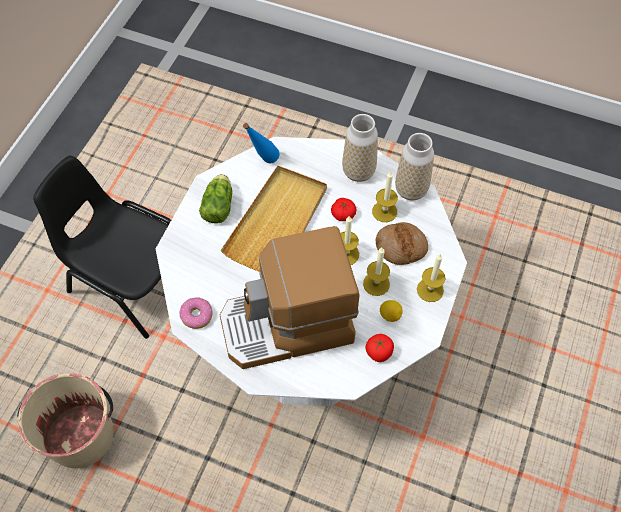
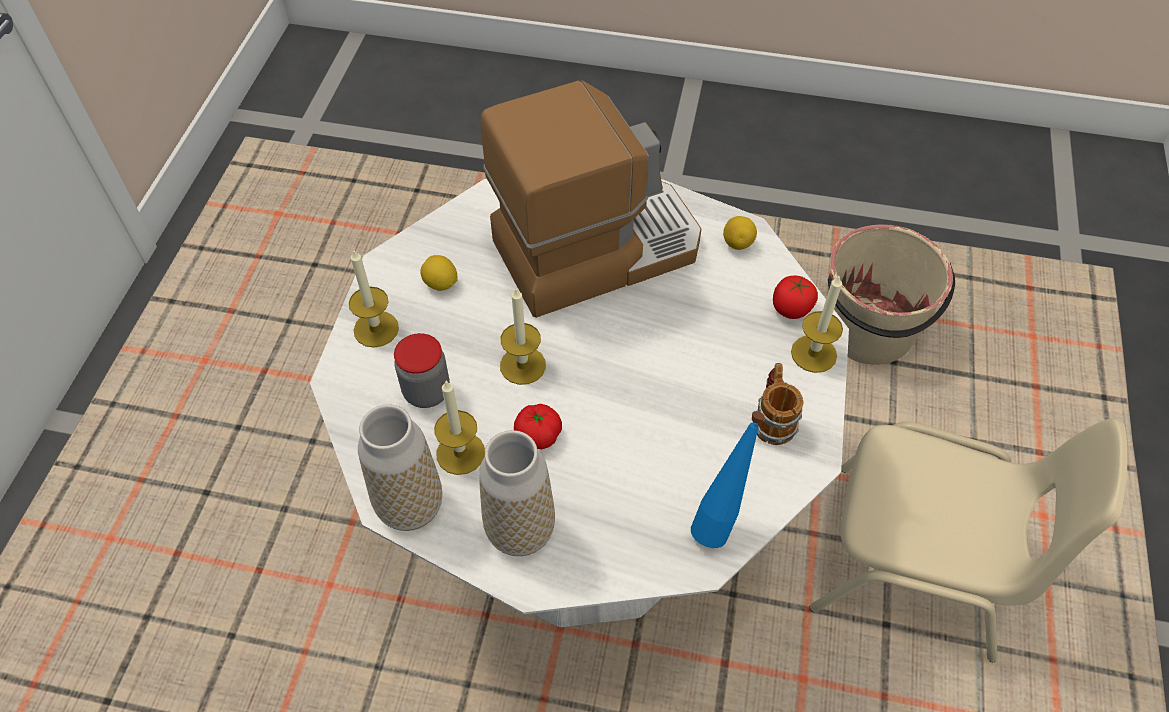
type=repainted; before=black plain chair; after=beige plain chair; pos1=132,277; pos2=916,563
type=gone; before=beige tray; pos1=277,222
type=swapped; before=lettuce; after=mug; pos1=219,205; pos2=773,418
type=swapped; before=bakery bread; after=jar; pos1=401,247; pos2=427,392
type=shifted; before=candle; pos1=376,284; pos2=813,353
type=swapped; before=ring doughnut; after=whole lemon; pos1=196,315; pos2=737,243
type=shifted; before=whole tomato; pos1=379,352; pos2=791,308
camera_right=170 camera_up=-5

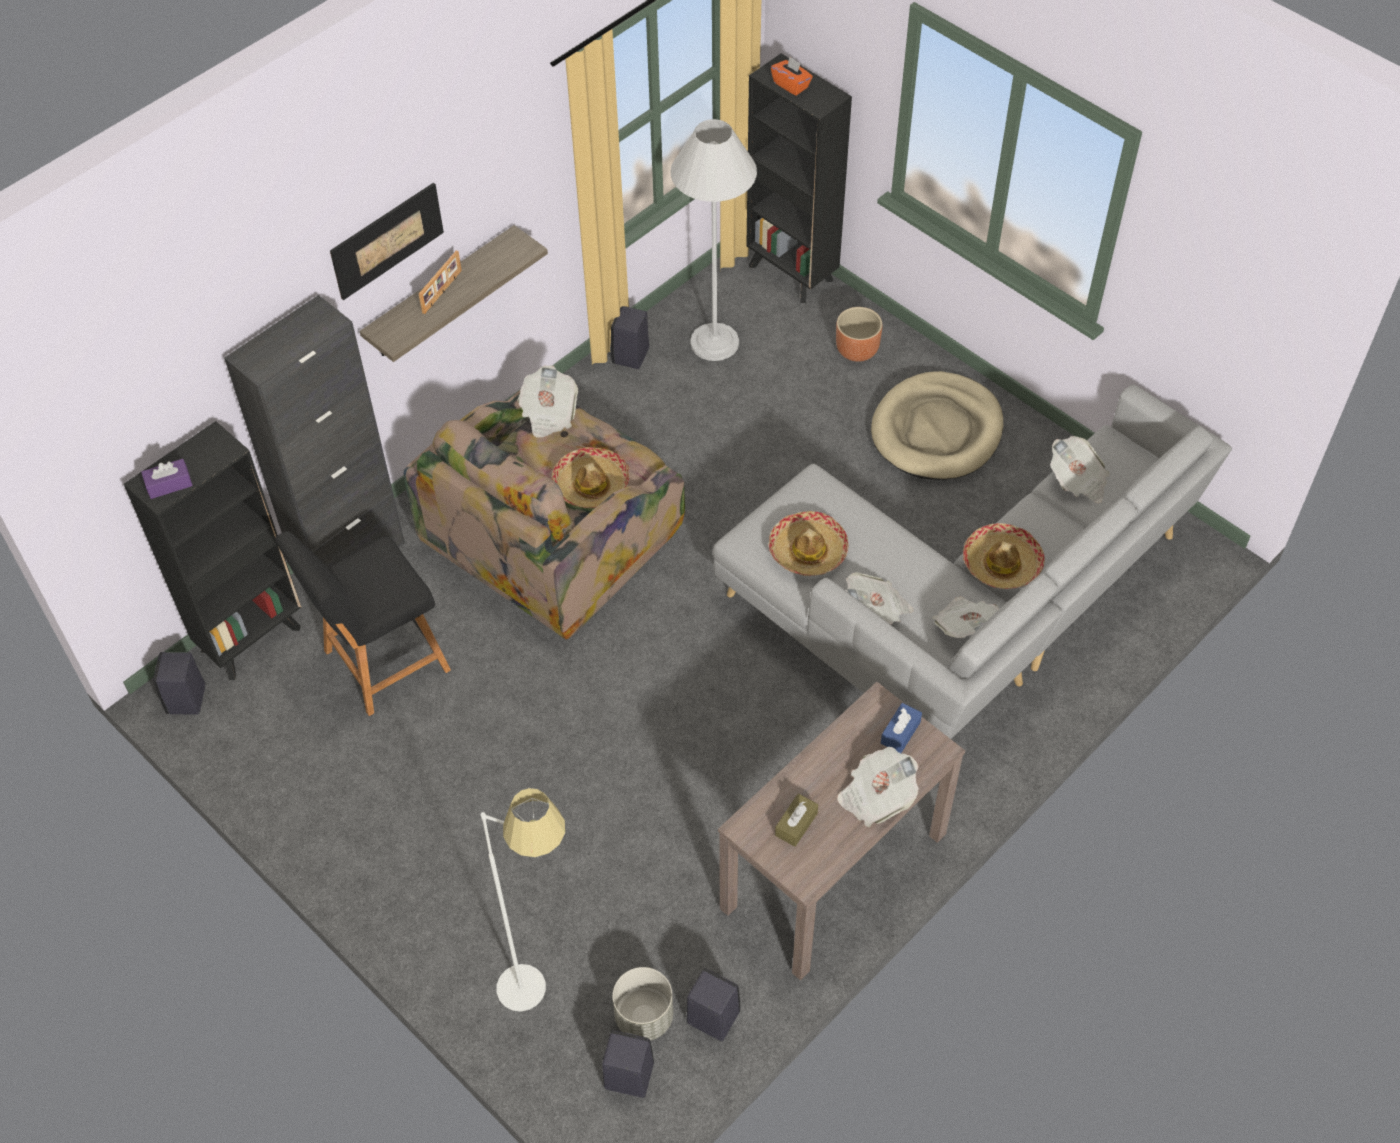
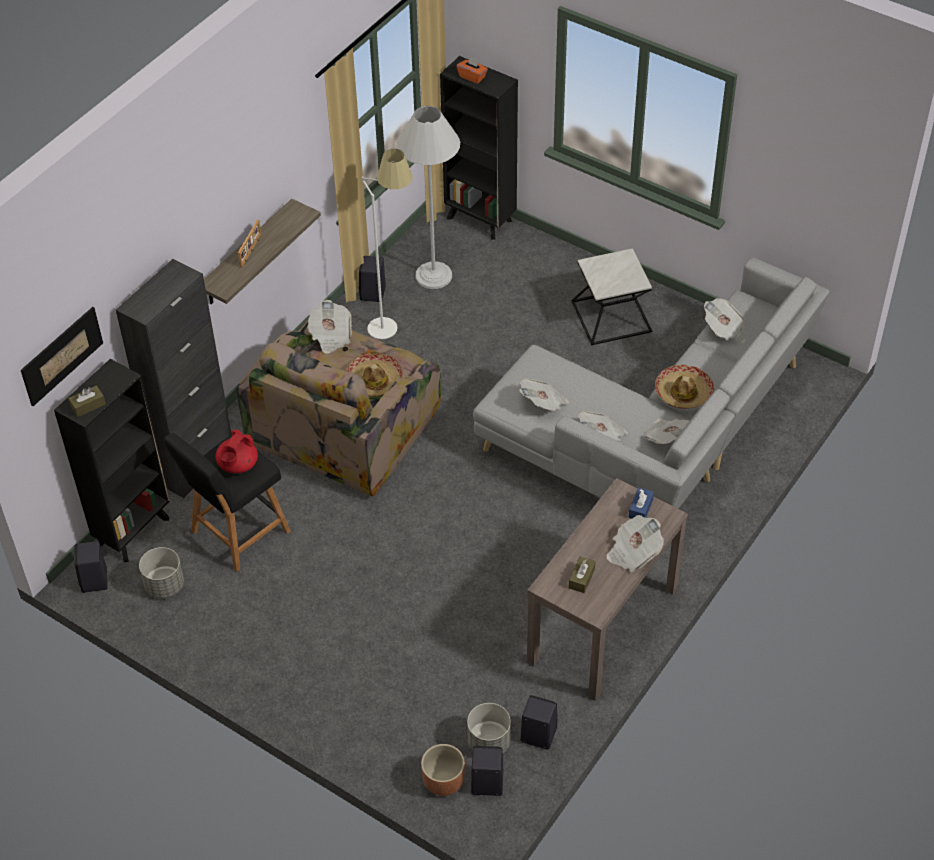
type=shifted; before=picture; pos1=387,240; pos2=62,355
type=shifted; before=brownish plant pot; pos1=857,351; pos2=443,782
type=swapped; before=beige dog bed; after=end table; pos1=937,431; pos2=611,316
type=repainted; before=purple tissue box; after=brownish tissue box; pos1=169,484; pos2=88,405
type=swapped; before=hat; after=daily paper; pos1=808,551; pos2=543,403
type=shifted; before=white-coloured floor lamp; pos1=541,976; pos2=393,321
type=new; after=red tea pot; pos2=237,465
type=new; after=gray plant pot; pos2=164,585
camera_right=-10 camera_up=-5

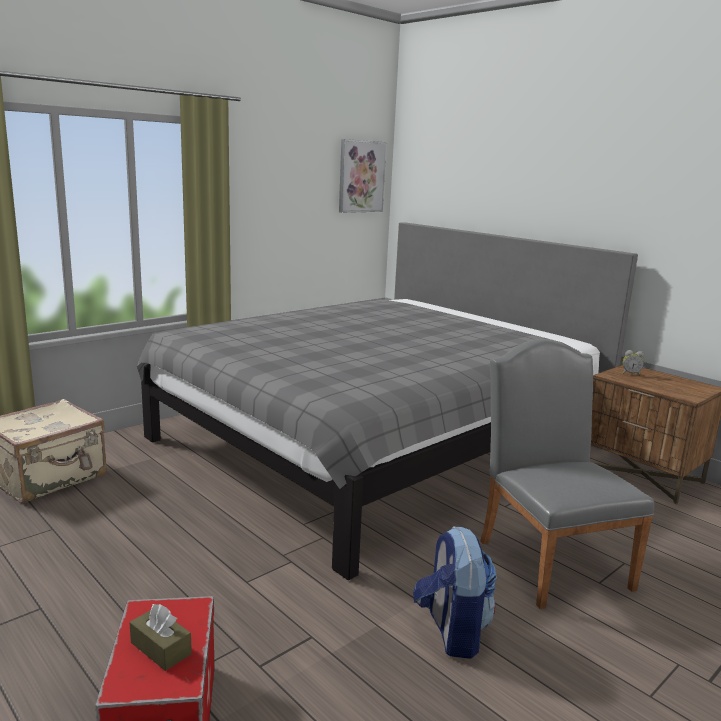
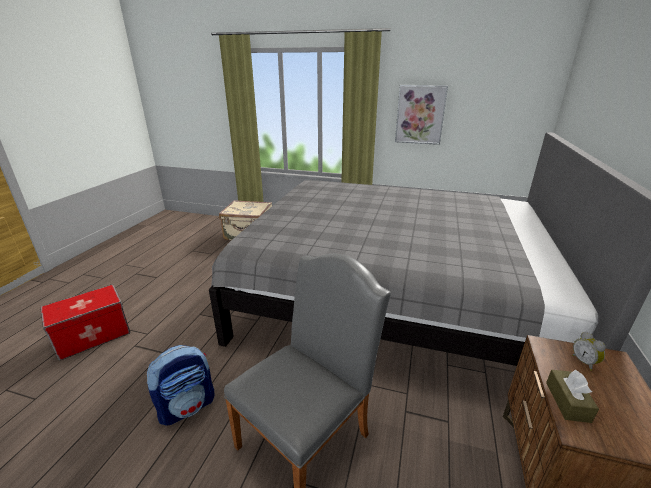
type=shifted; before=picture; pos1=361,176; pos2=420,114
type=shifted; before=brownish tissue box; pos1=161,648; pos2=567,401
camera_right=60 camera_up=10

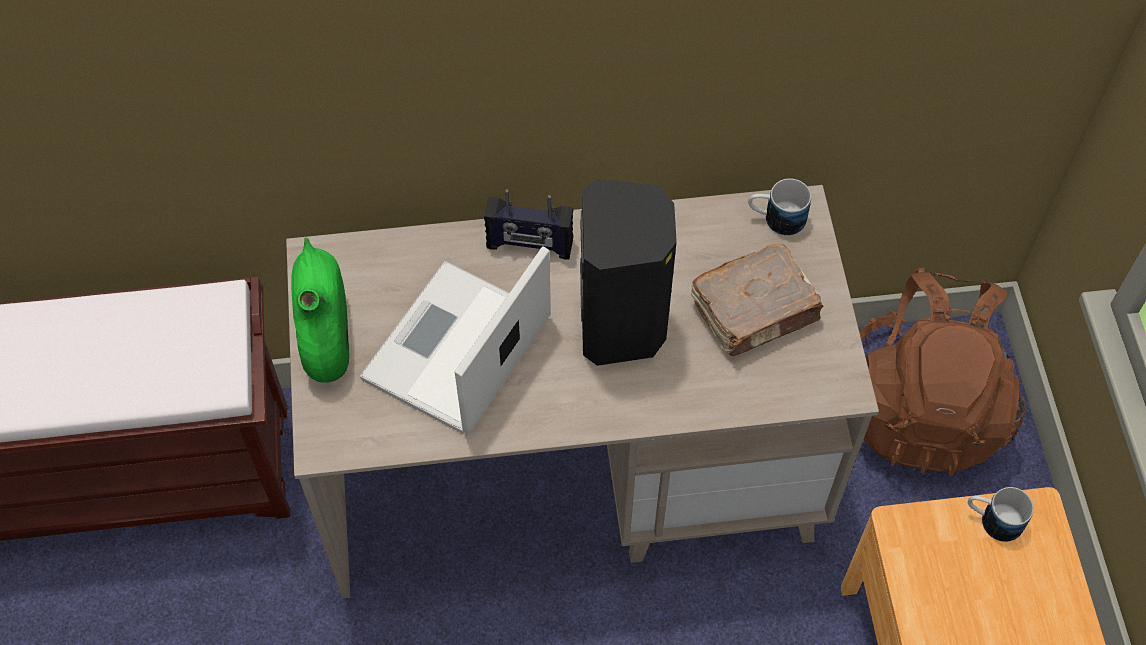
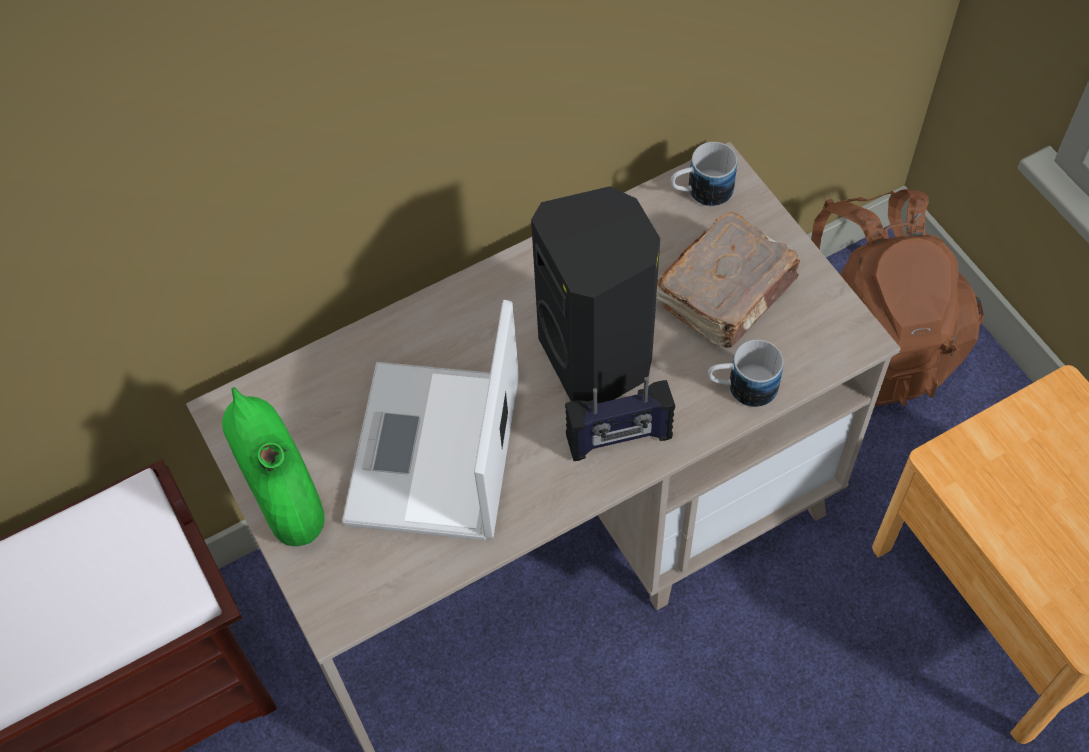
type=shifted; before=radio set; pos1=529,245; pos2=619,439
type=shifted; before=mug; pos1=992,520; pos2=741,387
camera_right=-20 camera_up=0

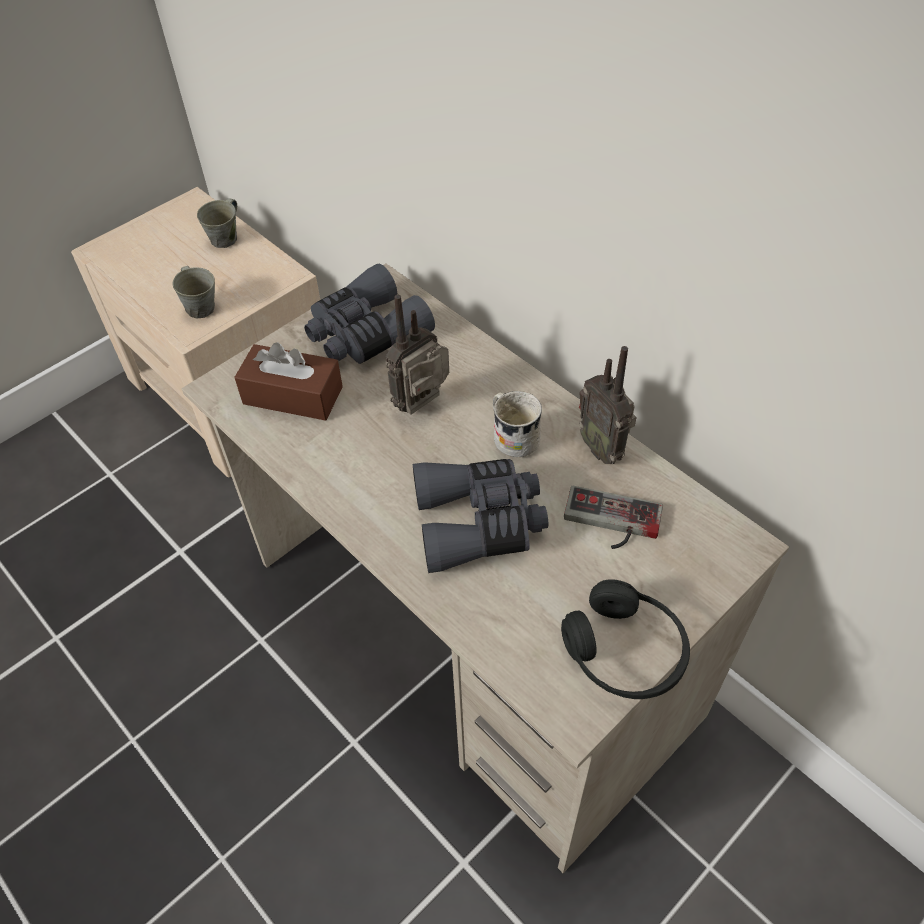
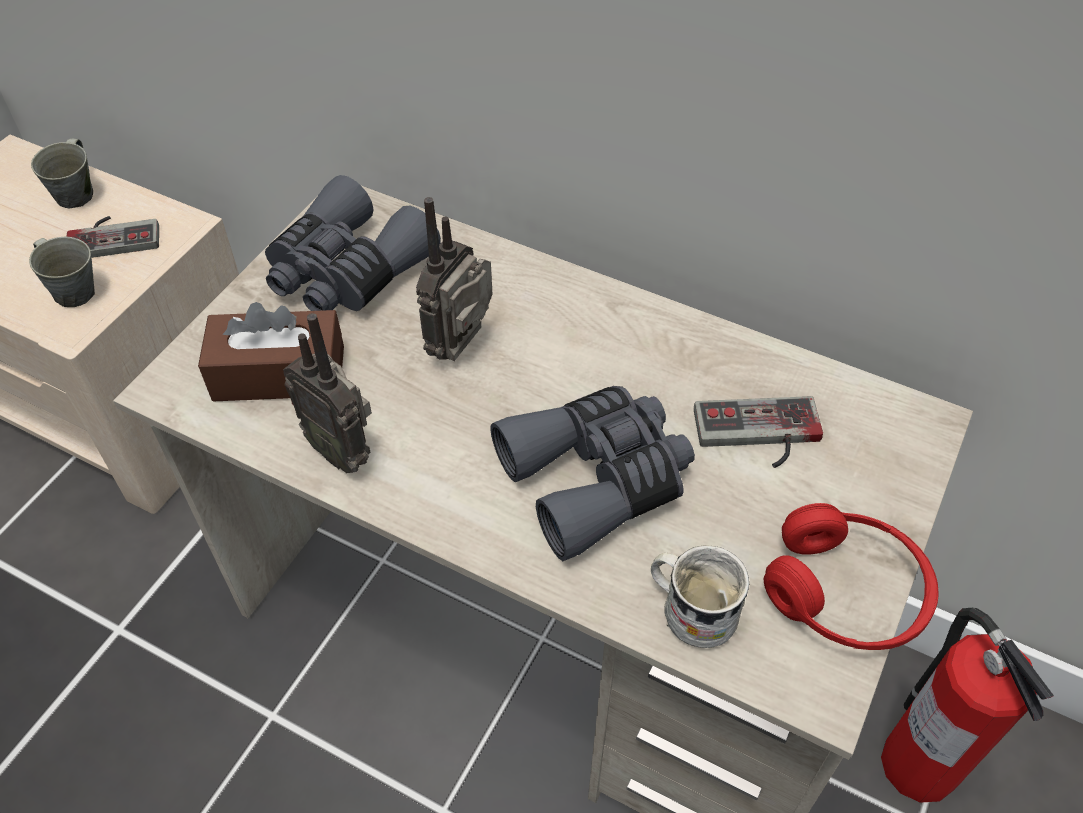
type=shifted; before=radio set; pos1=603,448; pos2=342,450
type=shifted; before=white-coloured mug; pos1=512,436; pos2=690,609
type=repainted; before=black headset; after=red headset; pos1=624,652; pos2=845,593
type=new; after=game controller; pos2=114,235
type=new; after=fire-fighting cylinder; pos2=918,762
camera_right=-20 camera_up=0

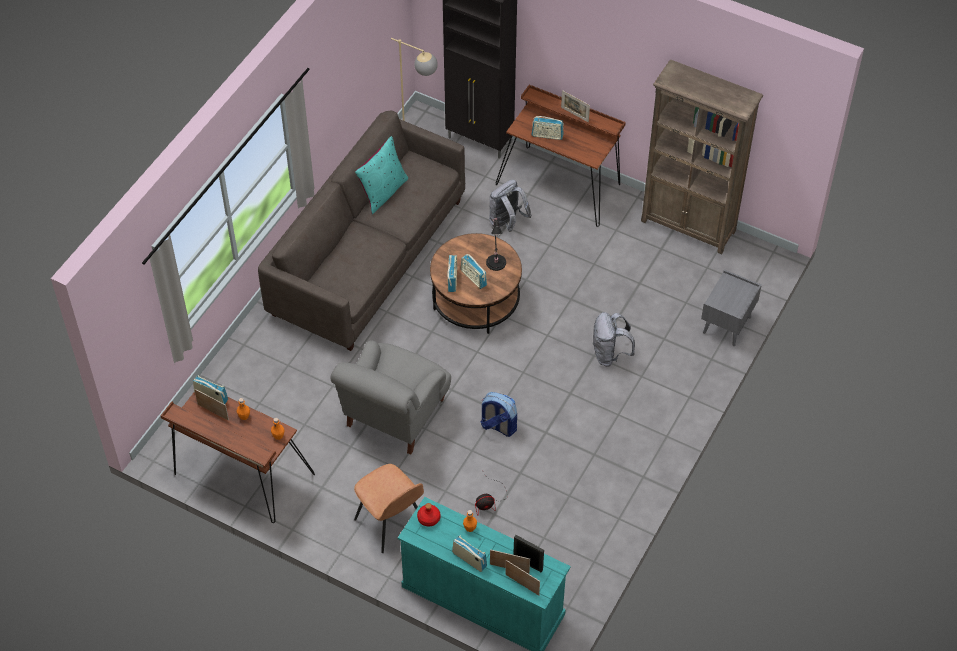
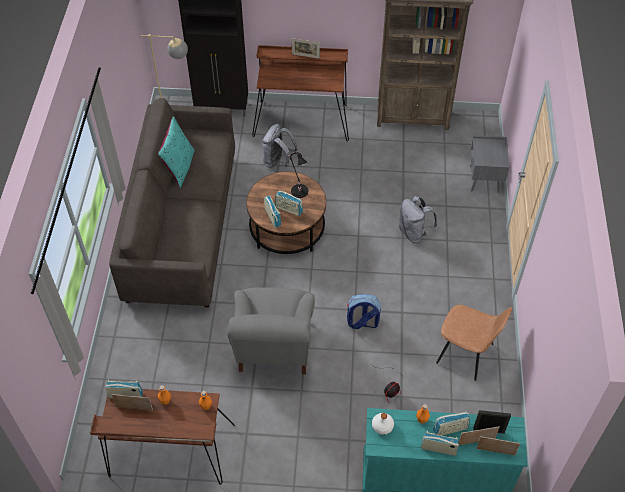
type=shifted; before=radio set; pos1=547,135; pos2=450,429
type=shifted; before=brownish plain chair; pos1=391,523; pos2=466,354
type=repainted; before=red drink bottle; after=white-coloured drink bottle; pos1=428,518; pos2=382,426
camera_right=-25 camera_up=0

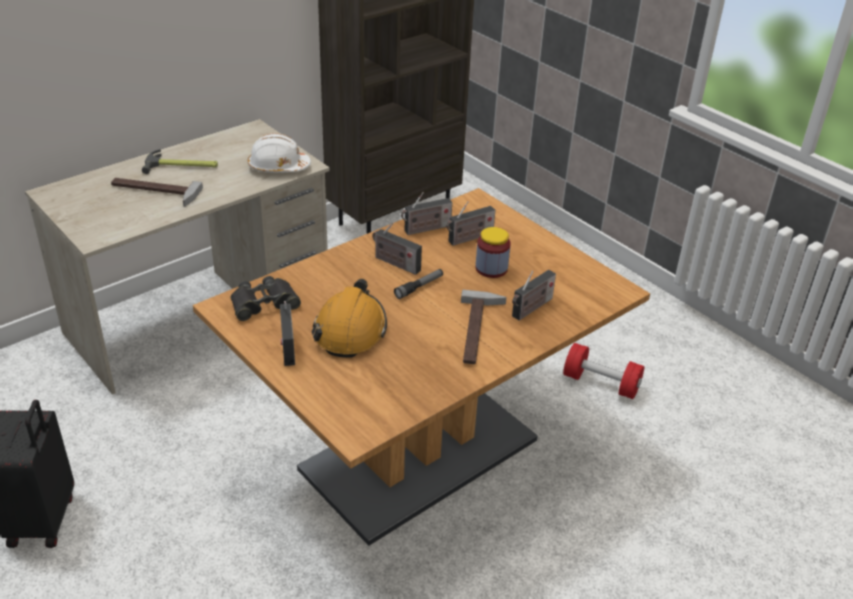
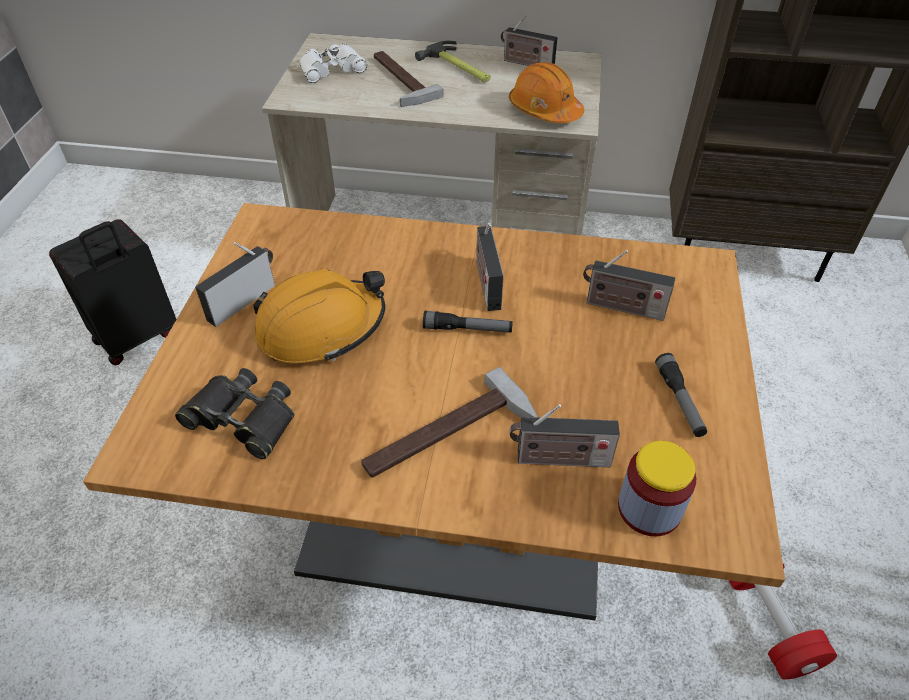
type=repainted; before=white-coloured hard hat; after=orange-coloured hard hat; pos1=278,167; pos2=544,110
type=shifted; before=radio set; pos1=425,229; pos2=526,63
type=shifted; before=jar; pos1=491,268; pos2=649,508
type=shifted; before=black binoculars; pos1=264,303; pos2=243,419
type=new; after=white-coloured binoculars; pos2=332,69
type=new; after=hand torch; pos2=679,400
camera_right=50 camera_up=10

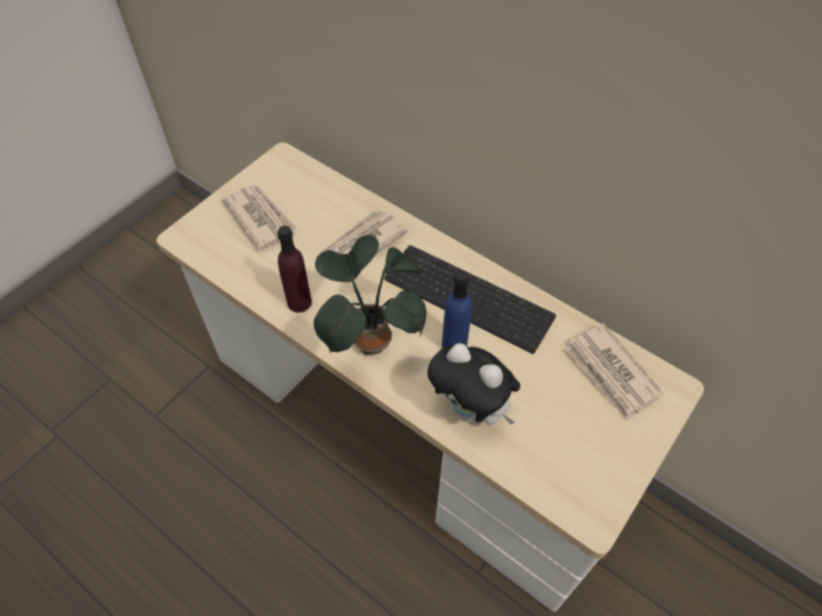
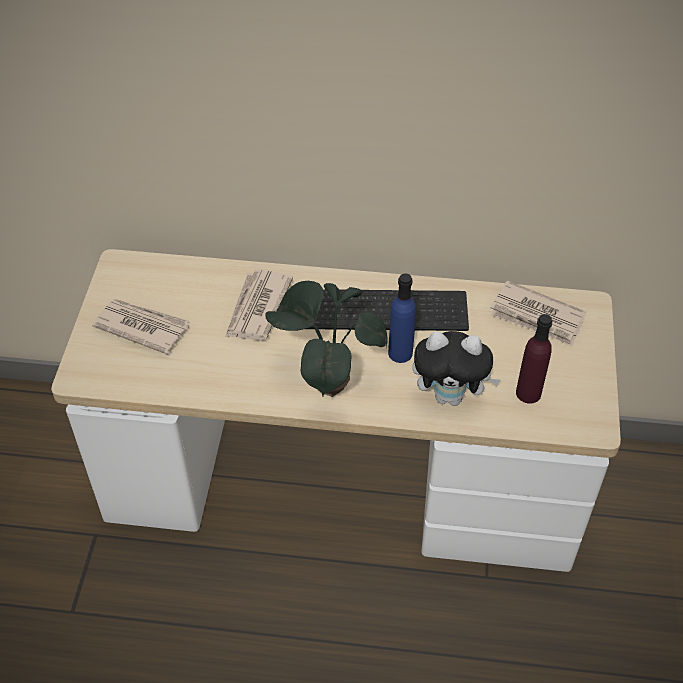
type=shifted; before=purple drink bottle; pos1=299,302; pos2=528,393
camera_right=-30 camera_up=-5

